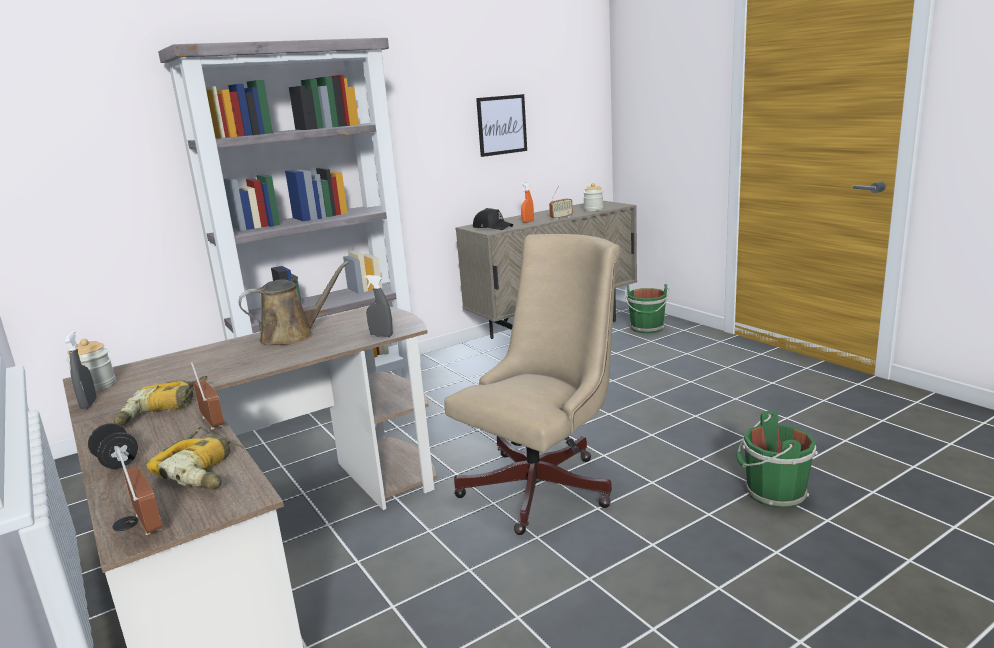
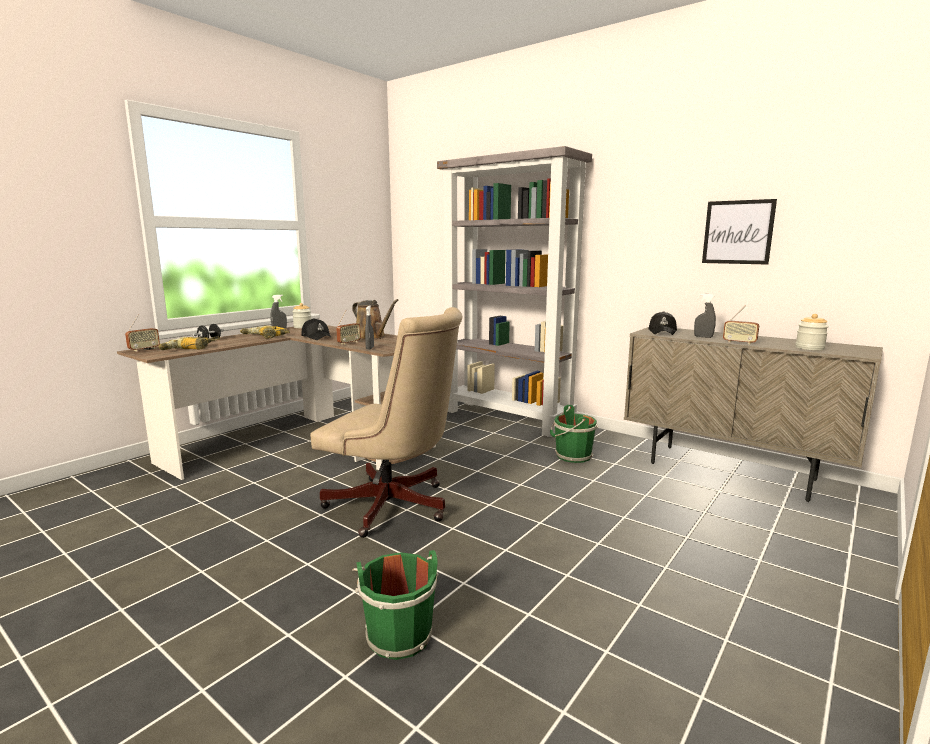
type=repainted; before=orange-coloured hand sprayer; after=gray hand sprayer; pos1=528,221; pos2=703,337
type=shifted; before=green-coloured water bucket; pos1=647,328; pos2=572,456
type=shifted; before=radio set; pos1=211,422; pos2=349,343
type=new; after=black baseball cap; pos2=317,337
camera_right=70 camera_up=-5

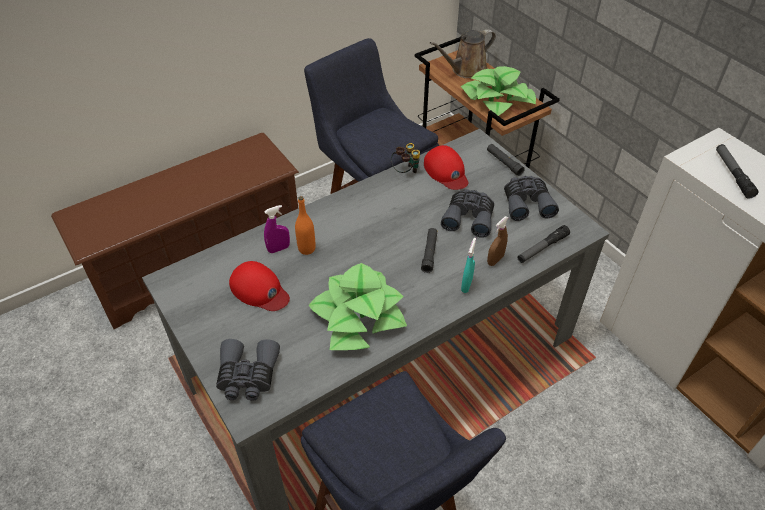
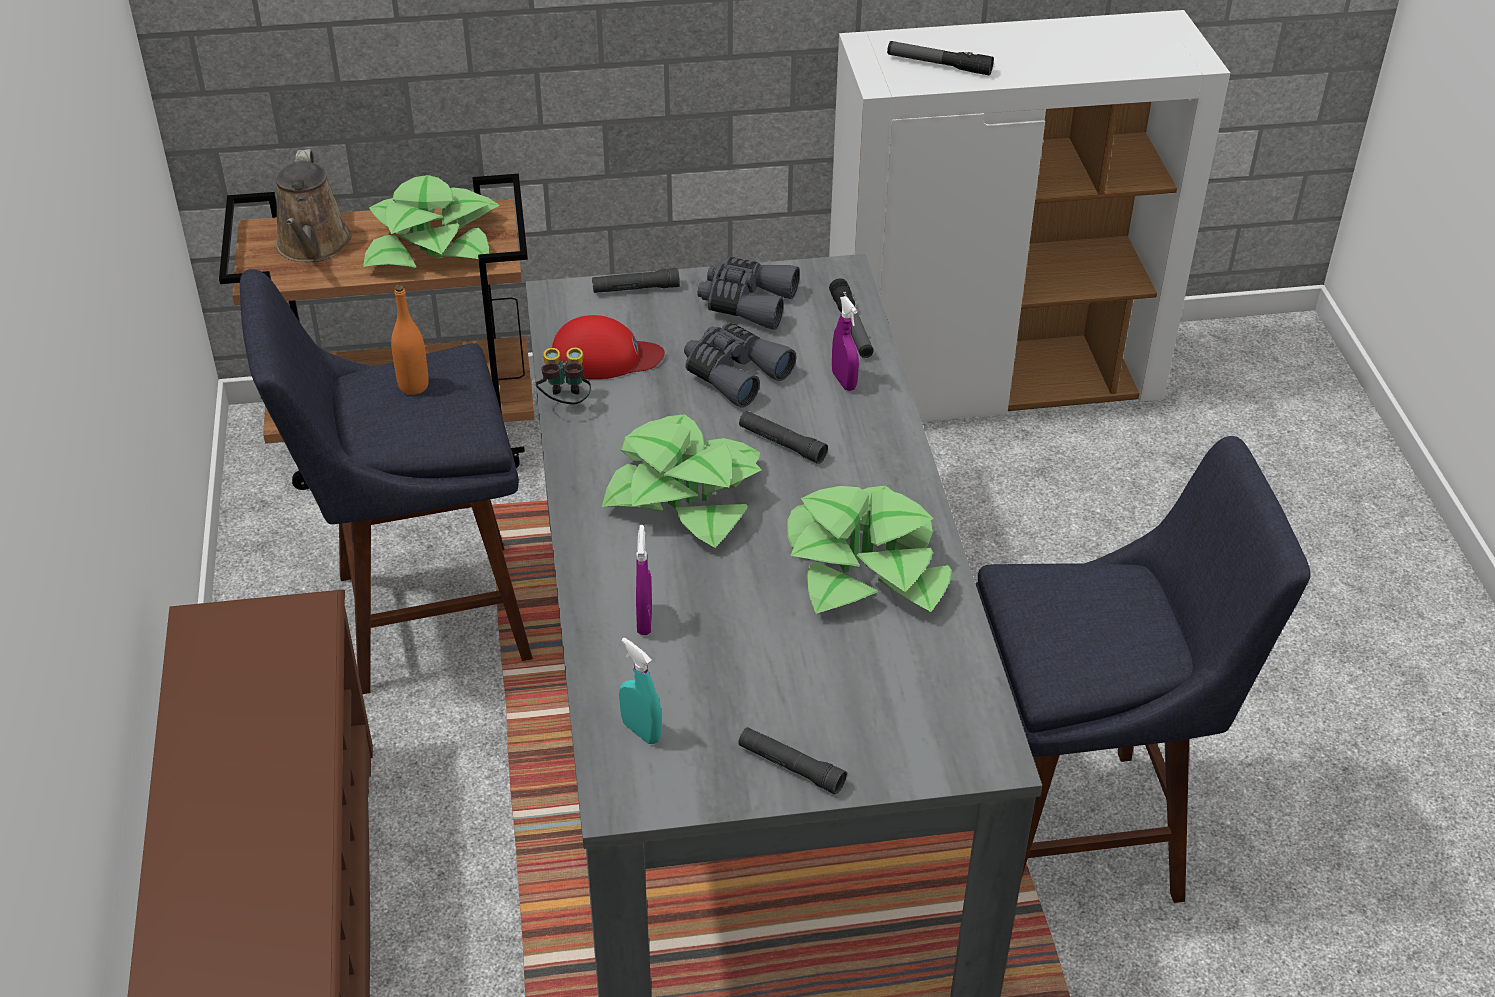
type=shifted; before=orange-coloured drink bottle; pos1=307,249; pos2=413,386
type=repainted; before=brownish hand sprayer; after=purple hand sprayer; pos1=495,260; pos2=844,381
type=shifted; before=blue-green hand sprayer; pos1=466,285; pos2=641,731
type=gone; before=red baseball cap; pos1=259,290
type=gone; before=gray binoculars; pos1=247,376
type=new; after=plant in a pot; pos2=685,492
type=new; after=black hand torch; pos2=790,767
camera_right=-65 camera_up=-5

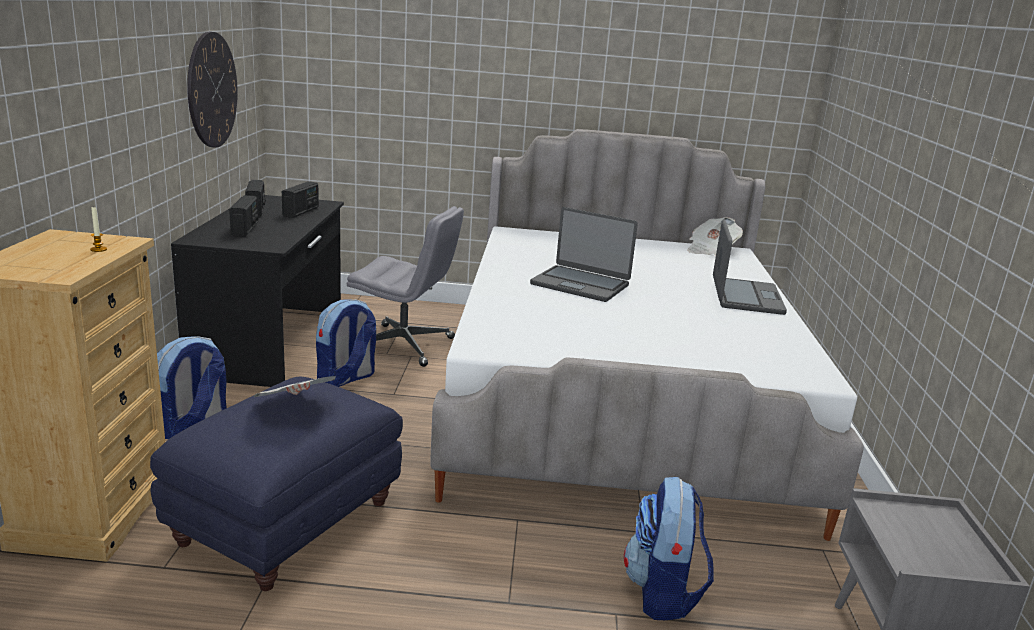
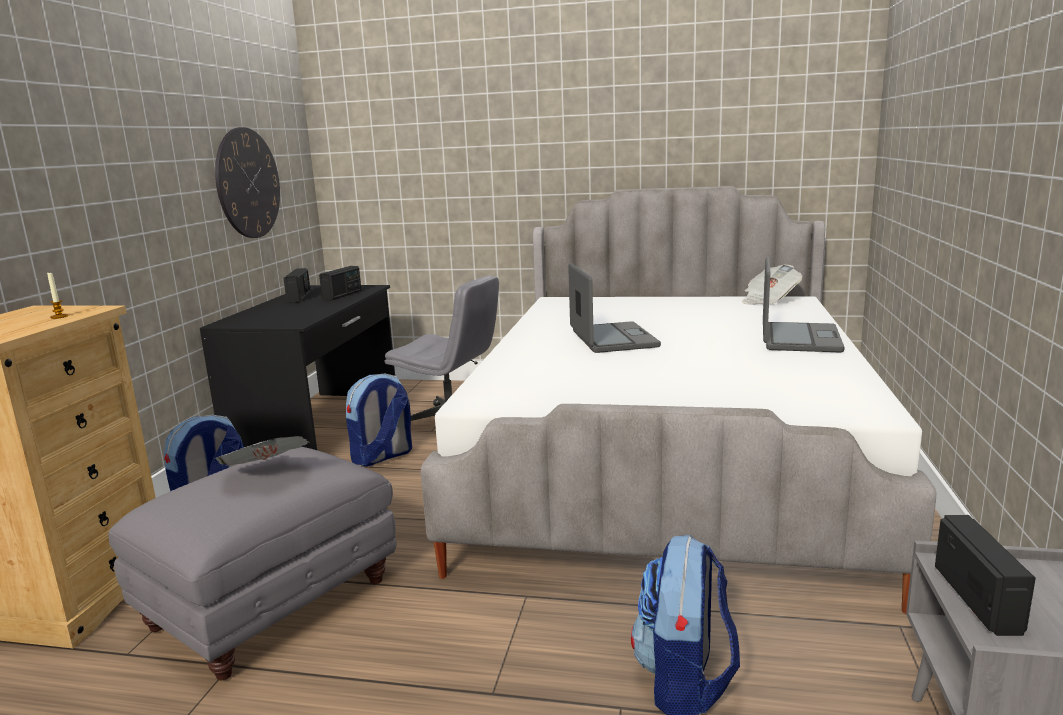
type=shifted; before=radio set; pos1=245,229; pos2=978,599
type=rotated; before=notebook computer; pos1=580,284; pos2=612,339; turn=-135
type=repainted; before=blue ottoman; after=gray ottoman; pos1=288,521; pos2=274,603
camera_right=10 camera_up=-5

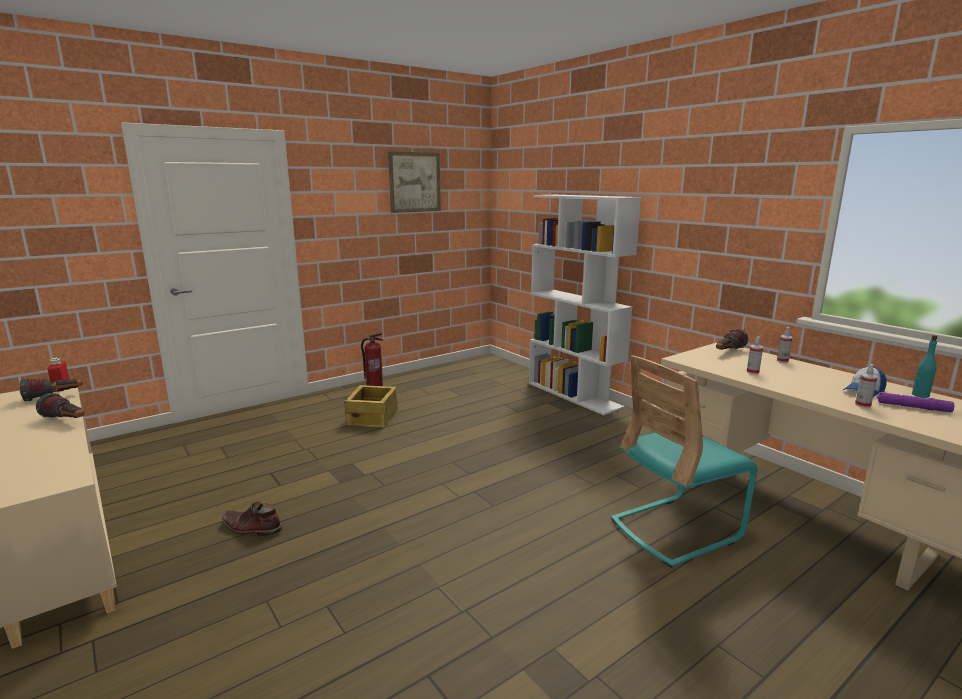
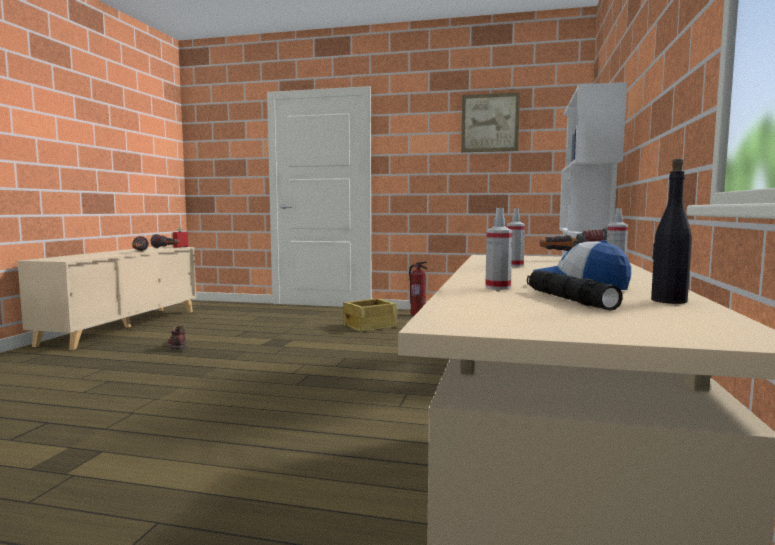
type=repainted; before=blue-green drink bottle; after=black drink bottle; pos1=920,395; pos2=668,301
type=gone; before=blue-green plain chair; pos1=675,529
type=repainted; before=purple hand torch; after=black hand torch; pos1=912,407; pos2=569,299
camera_right=50 camera_up=-10

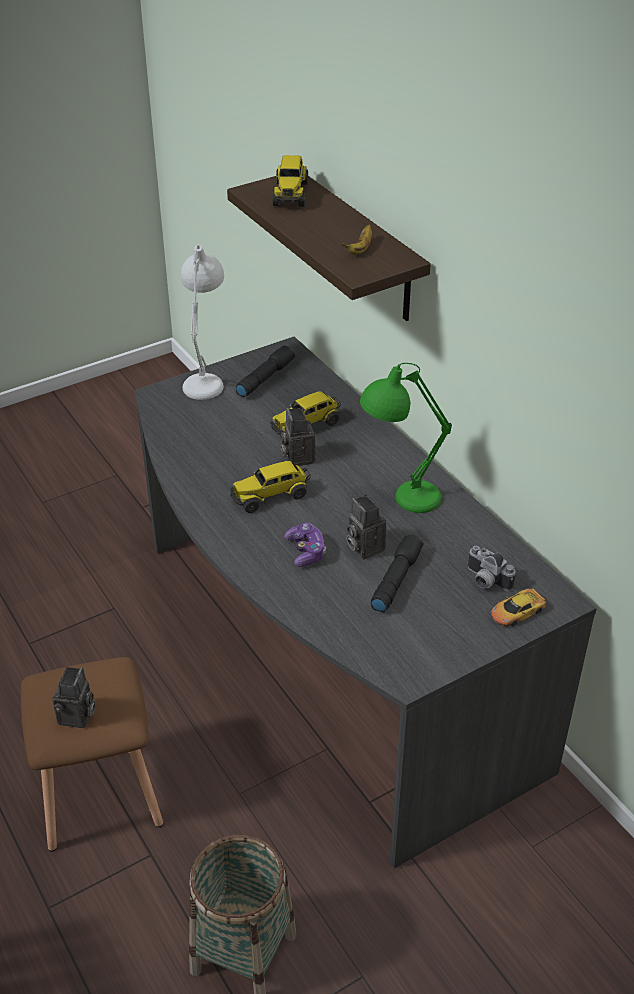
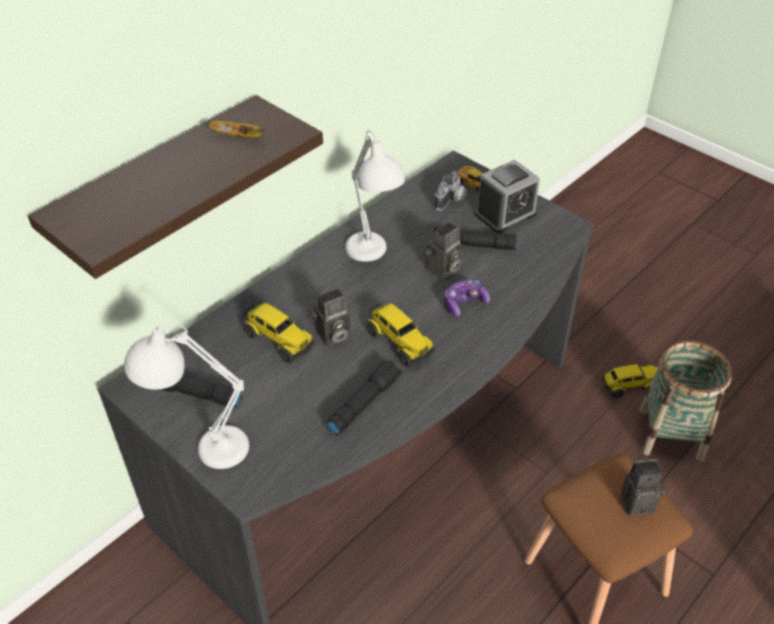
type=shifted; before=toy truck; pos1=290,194; pos2=629,386
type=repainted; before=green-coloured table lamp; after=white-coloured table lamp; pos1=398,499; pos2=372,258
type=new; after=table clock; pos2=505,214
type=new; after=black hand torch; pos2=363,402
camera_right=-105 camera_up=5

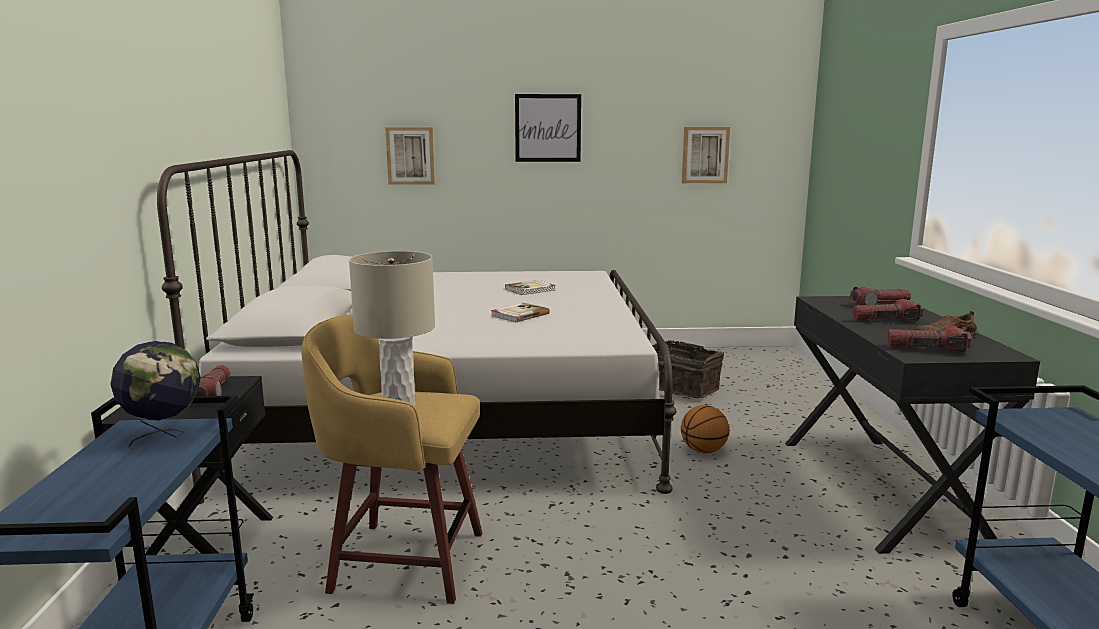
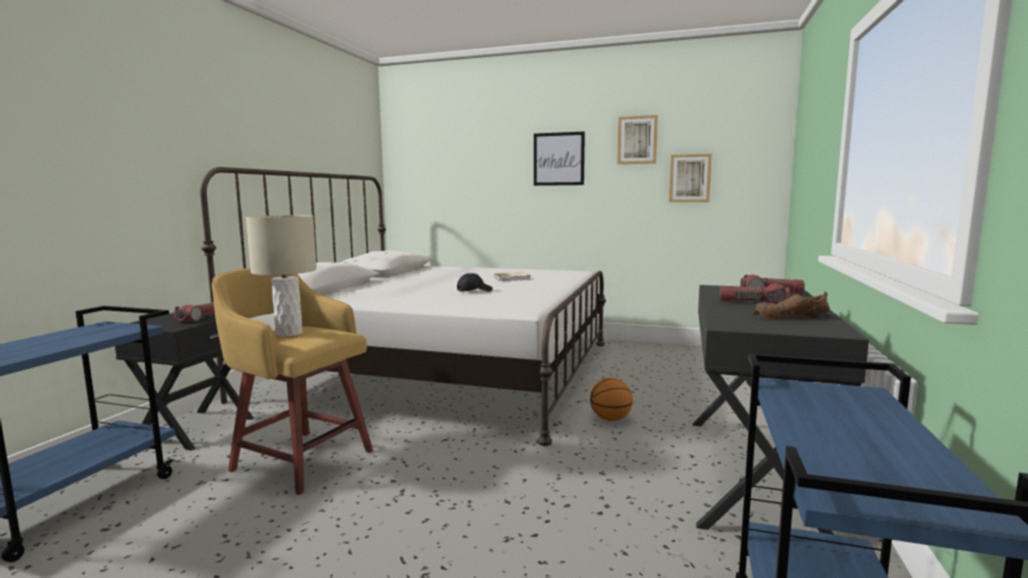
type=shifted; before=picture; pos1=410,155; pos2=637,140
type=swapped; before=bound book; after=black baseball cap; pos1=519,315; pos2=474,291
type=gone; before=hand torch; pos1=926,349
type=gone; before=storage basket; pos1=682,388
type=gone; before=world globe; pos1=164,437
camera_right=20 camera_up=-5

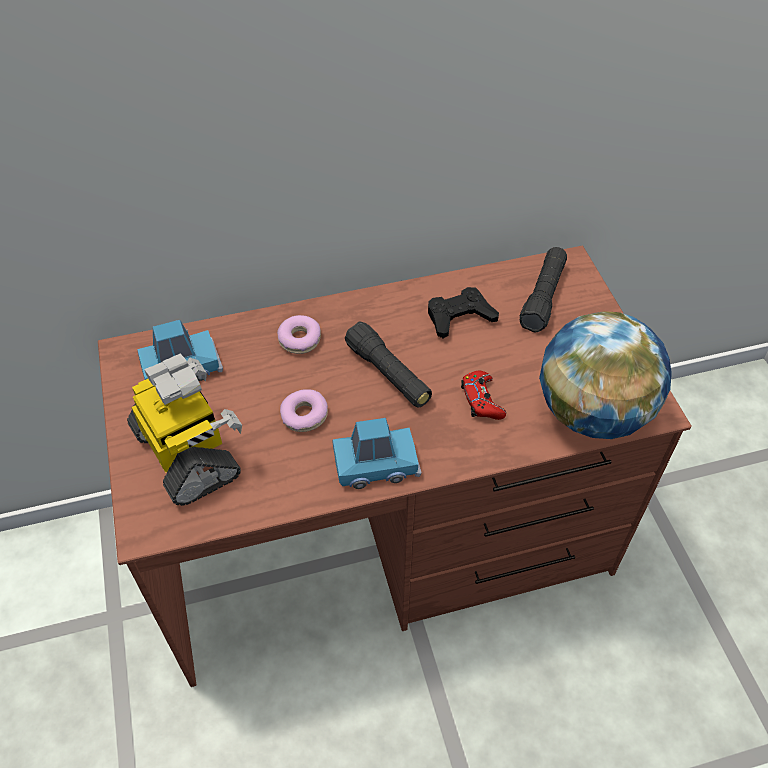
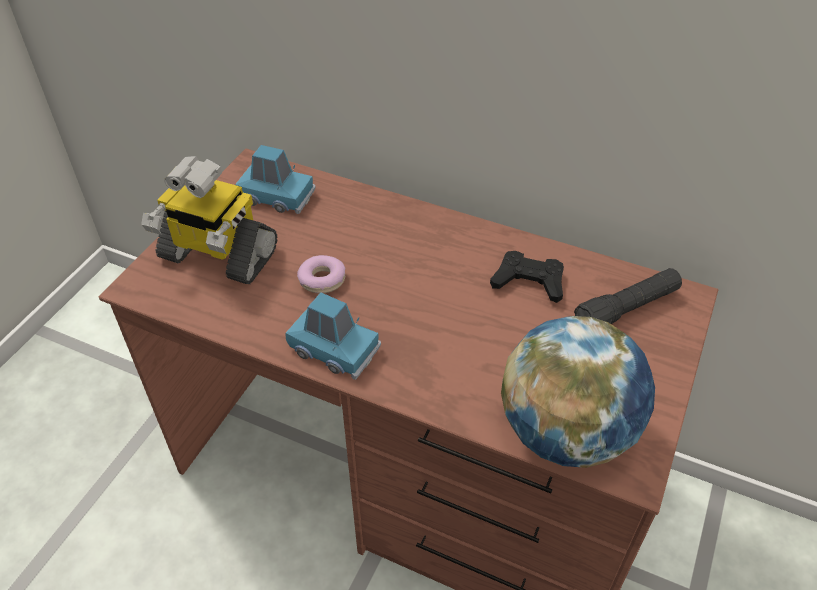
type=gone; before=ring doughnut; pos1=300,339
type=gone; before=black hand torch; pos1=388,374
type=rotated; before=toy robot; pos1=189,453; pos2=217,255; turn=105
type=gone; before=red game controller; pos1=482,400
camera_right=40 camera_up=-5

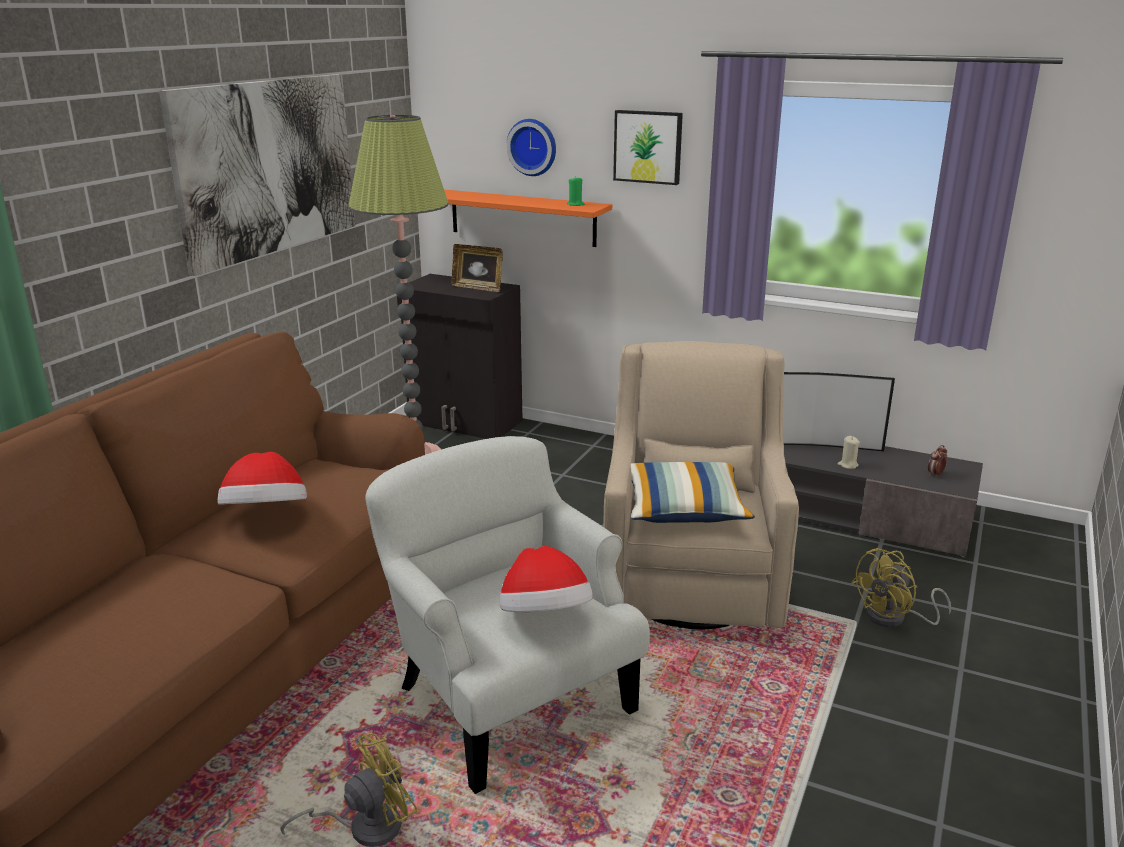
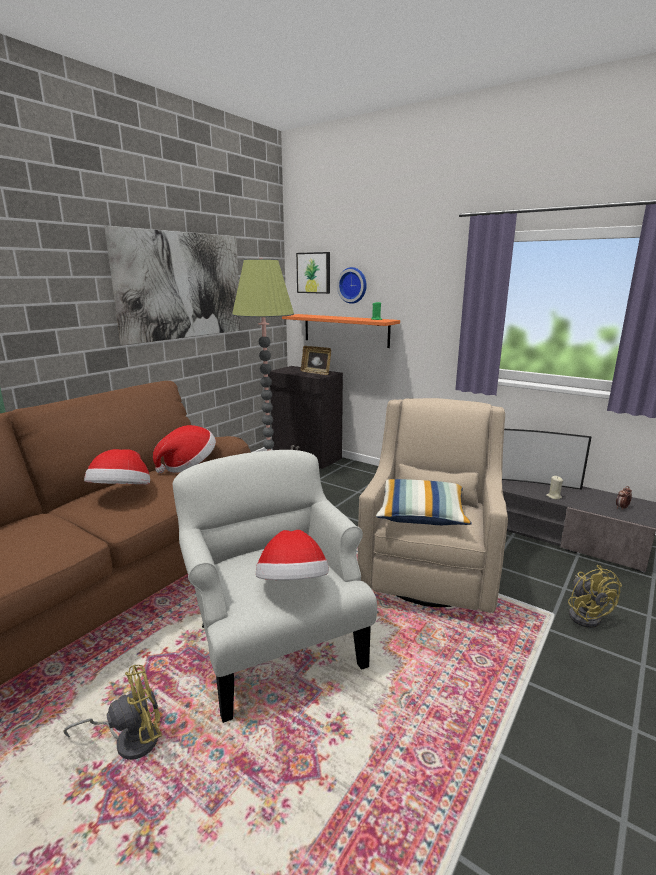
type=shifted; before=picture; pos1=648,147; pos2=314,273
type=rotated; before=yellow electric fan; pos1=894,618; pos2=585,615; turn=-75
type=new; after=hat; pos2=188,466
camera_right=10 camera_up=-5

